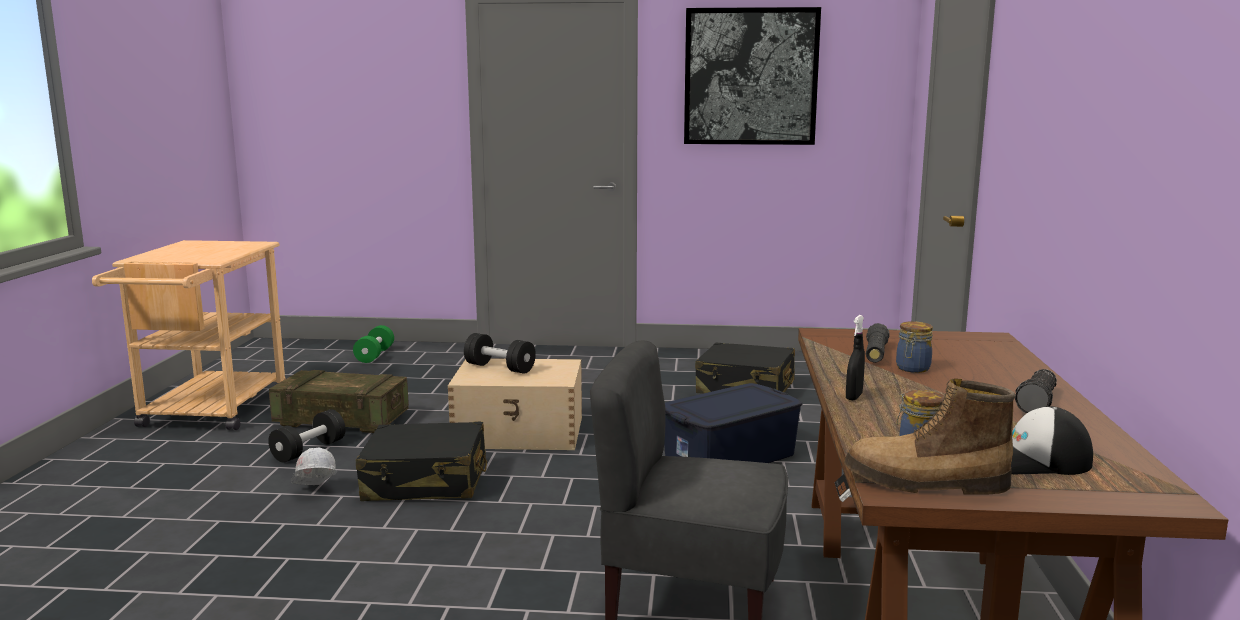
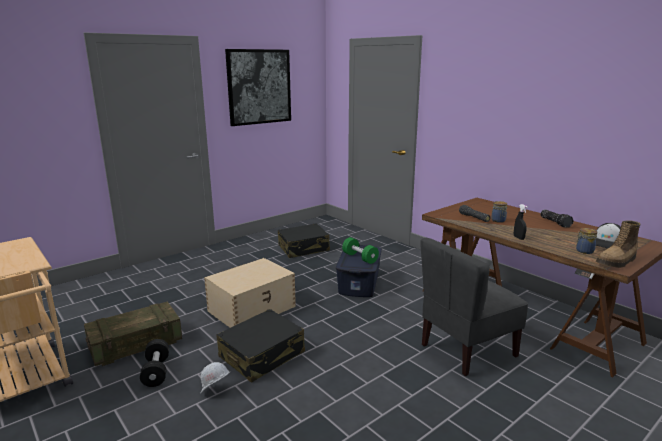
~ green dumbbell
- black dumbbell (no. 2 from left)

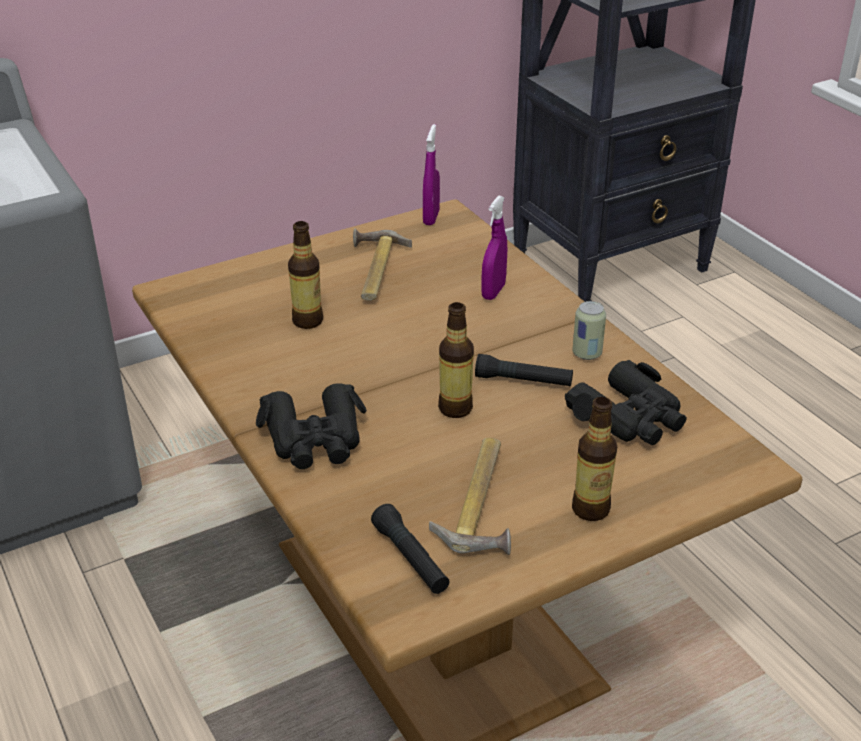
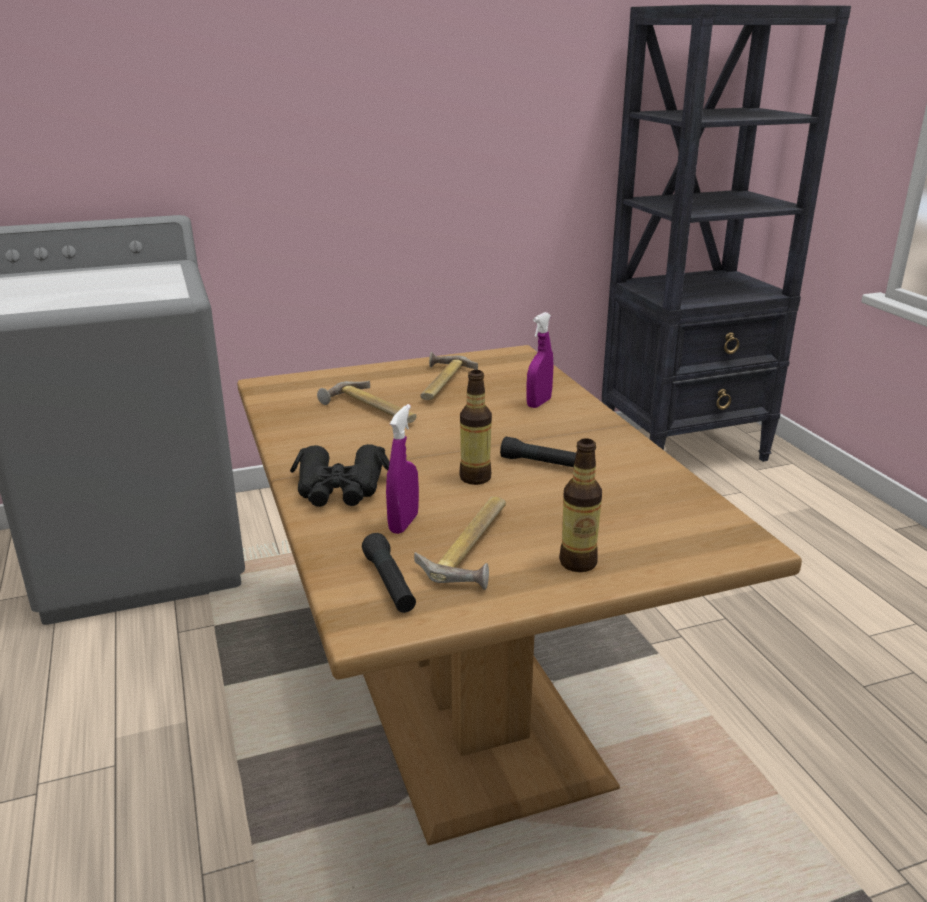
~ purple spray bottle (no. 1 from left)
~ bottle (no. 1 from left) to hammer (no. 1 from left)
- can
- black binoculars (no. 2 from left)

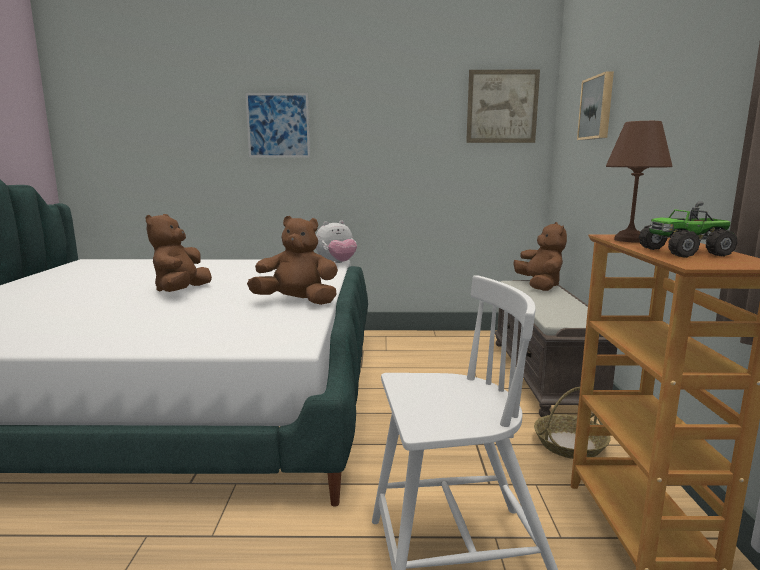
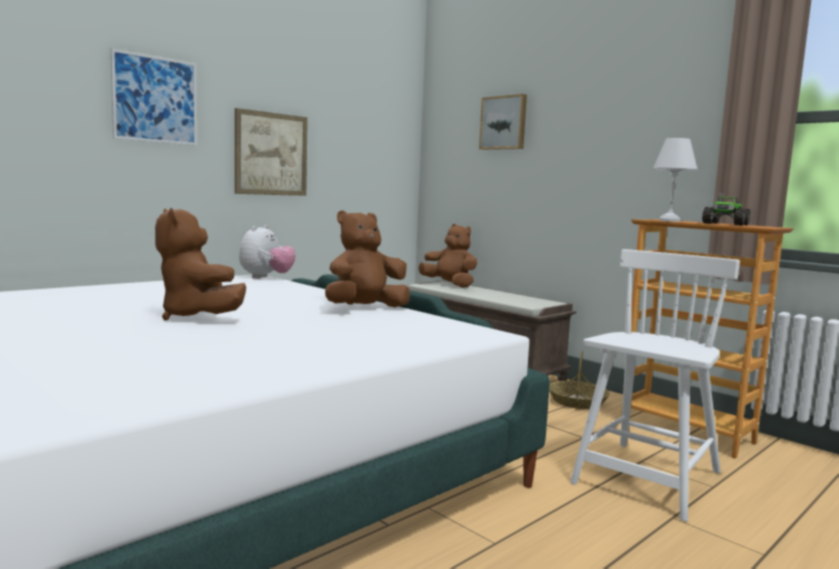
~ picture (no. 2 from left)
~ brown table lamp to white table lamp

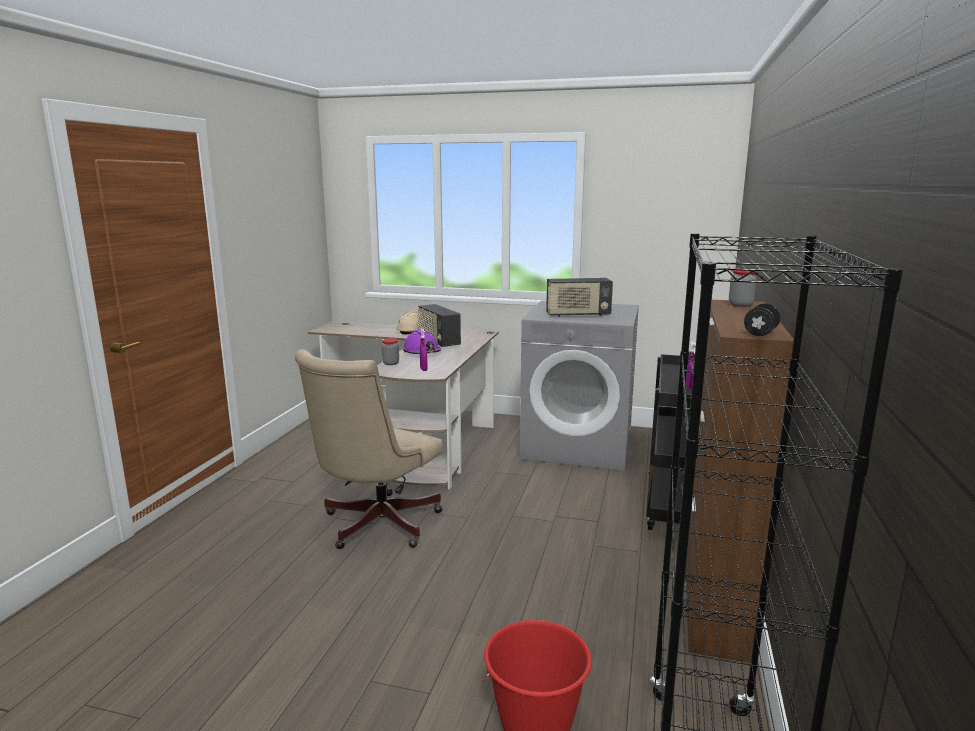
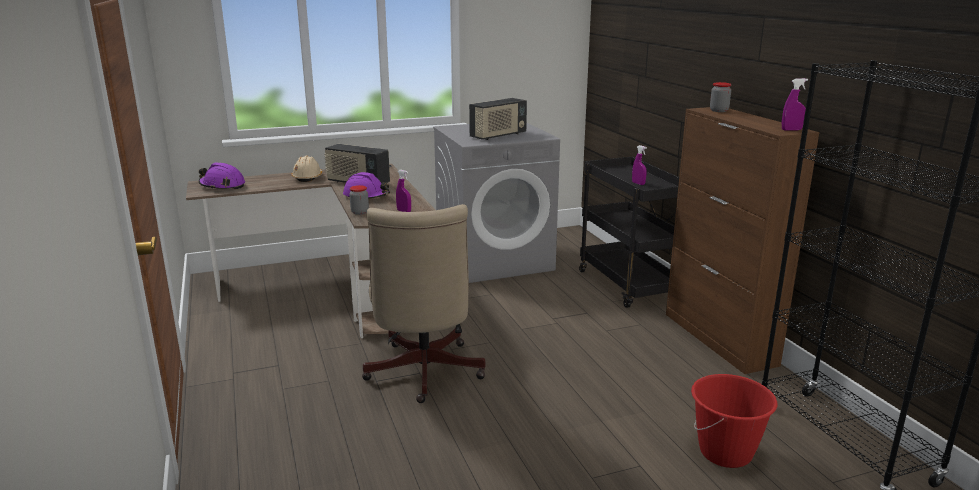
~ black dumbbell to purple spray bottle (no. 3 from left)
+ purple hard hat (no. 1 from left)

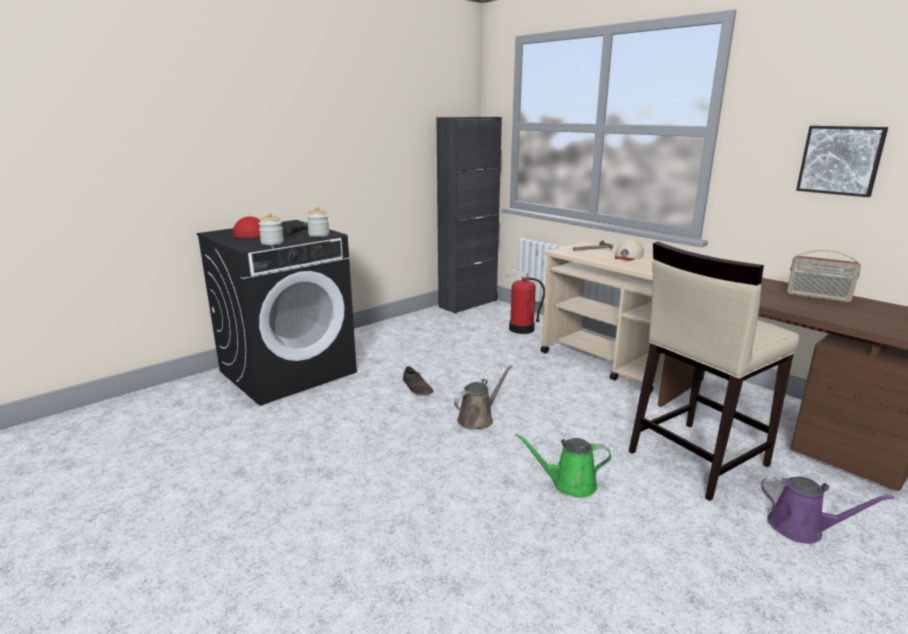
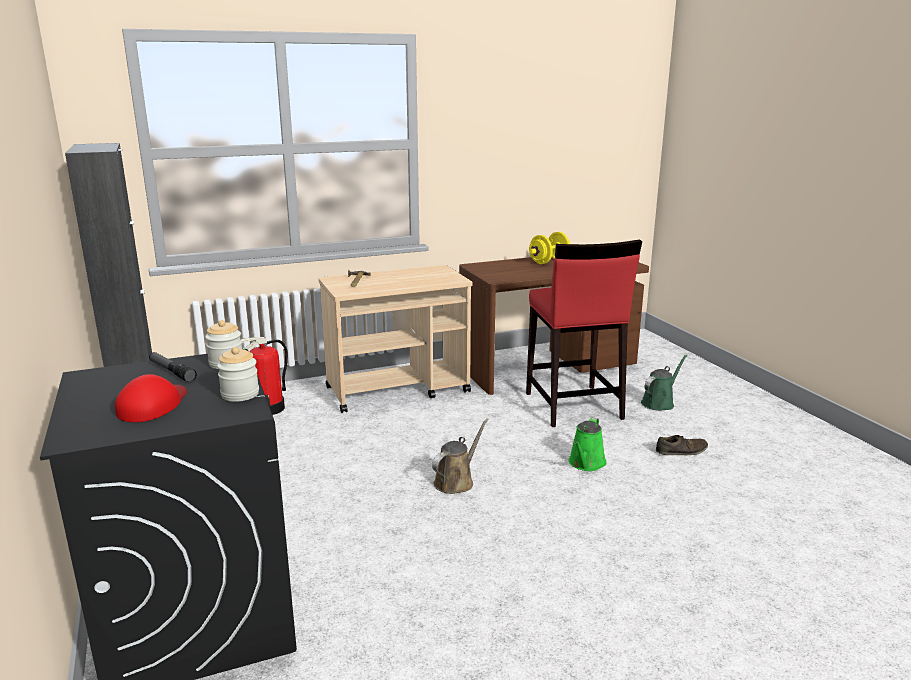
- picture
- beige cap
~ beige stool to red stool
~ radio to yellow dumbbell
~ brown watering can 60 degrees clockwise
~ brown shoe
~ purple watering can to green watering can (no. 2 from left)

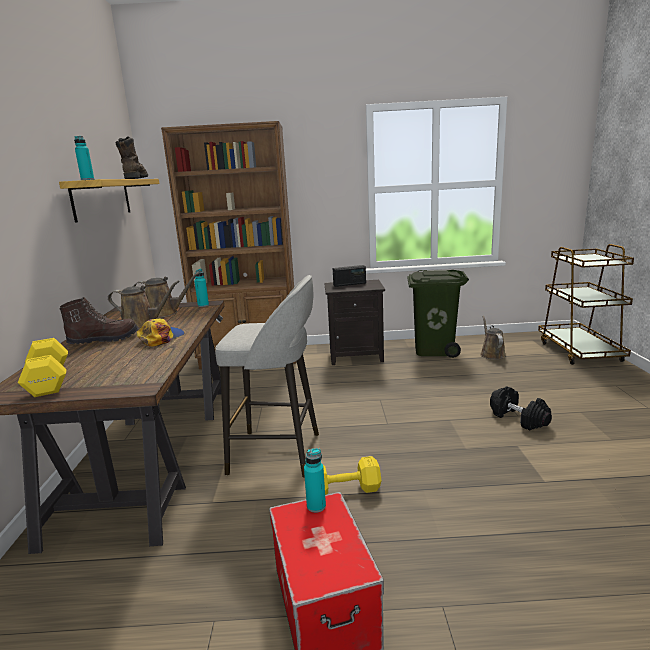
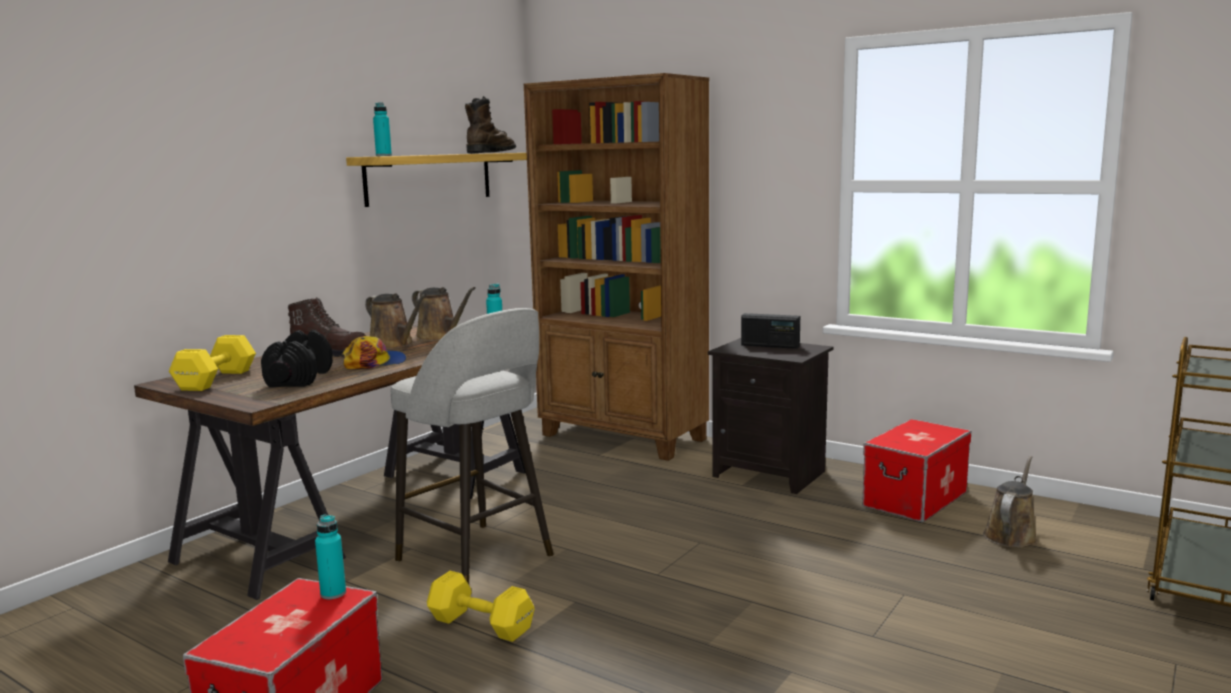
~ green trash can to storage box (no. 2 from left)
~ black dumbbell

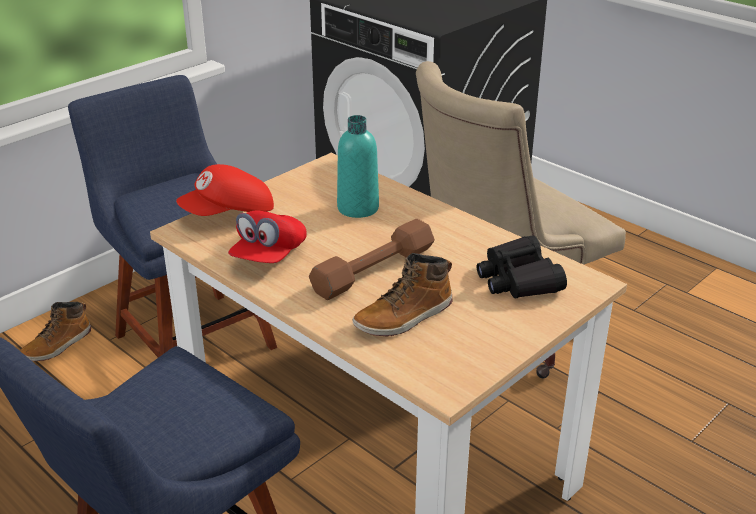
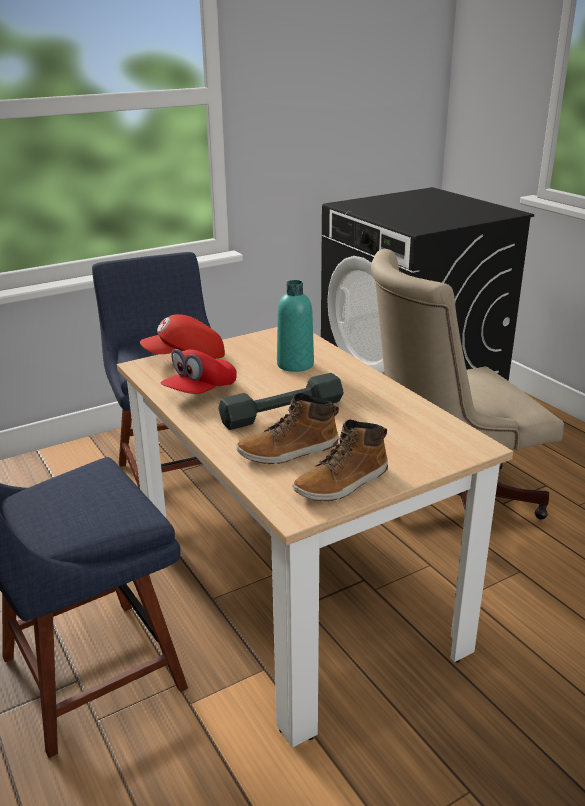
~ brown dumbbell to grey dumbbell
- black binoculars
~ boot (no. 1 from left in the first image) to boot (no. 2 from left)

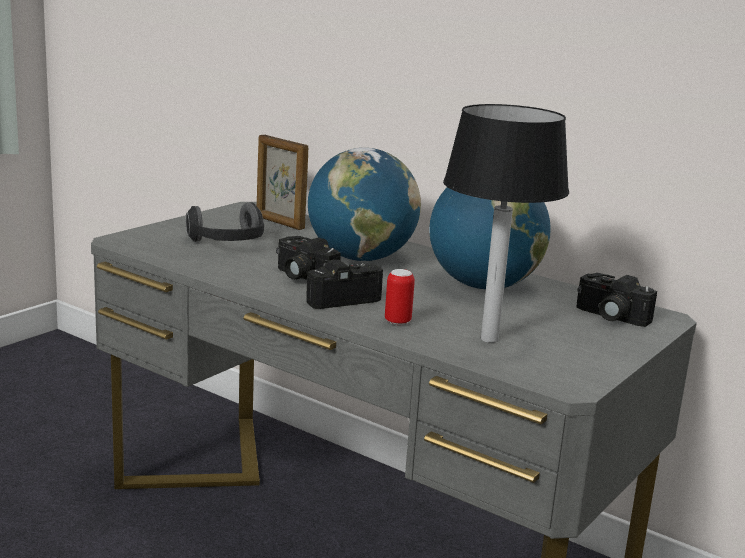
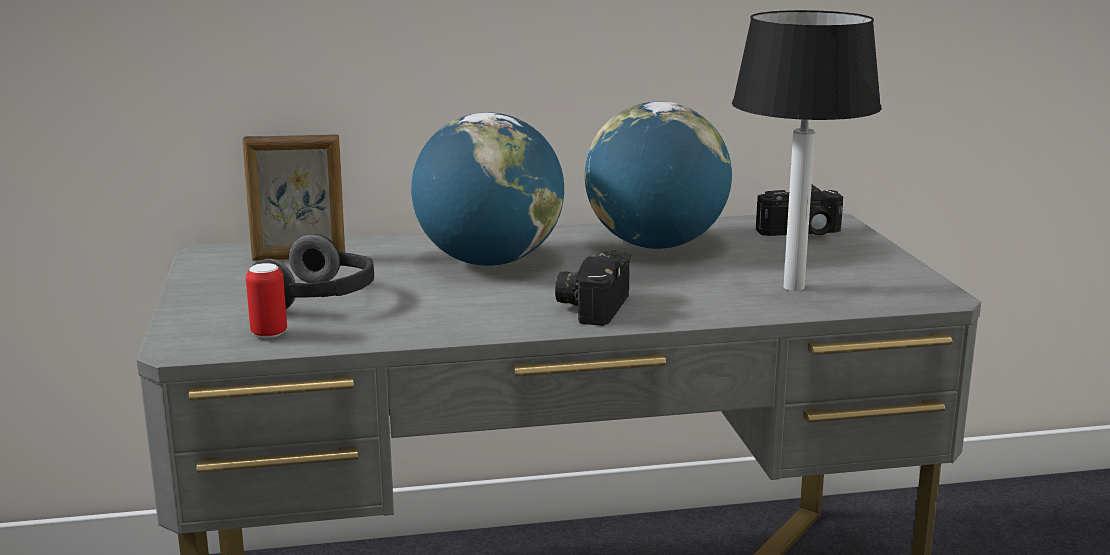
- photo camera (no. 1 from left)
~ can

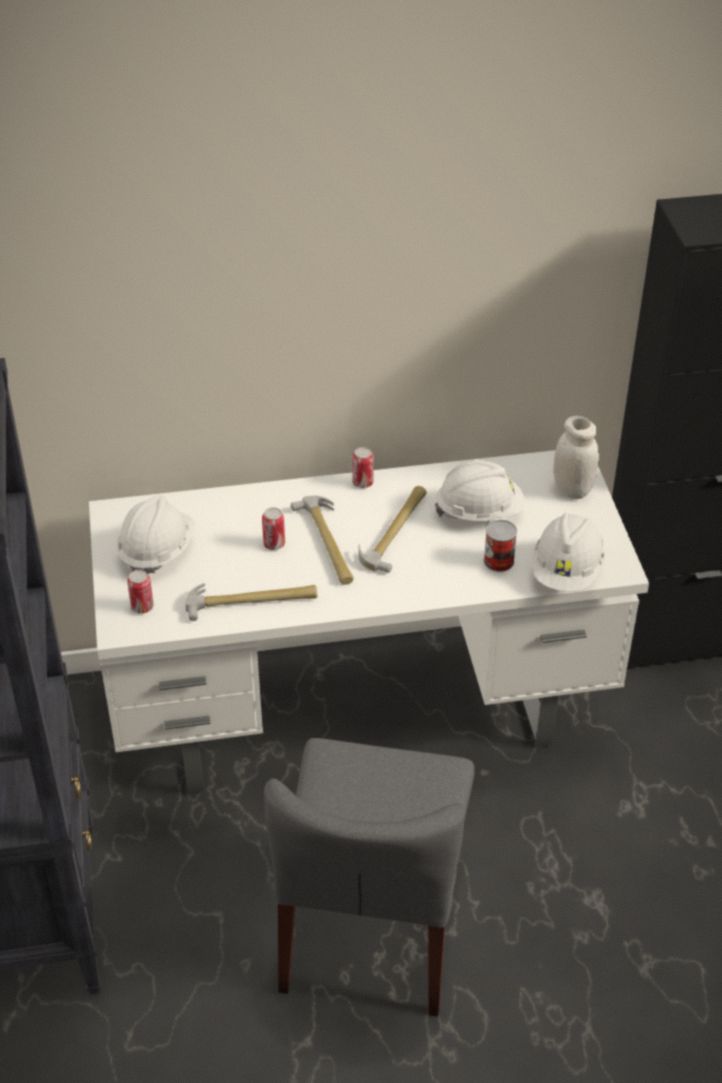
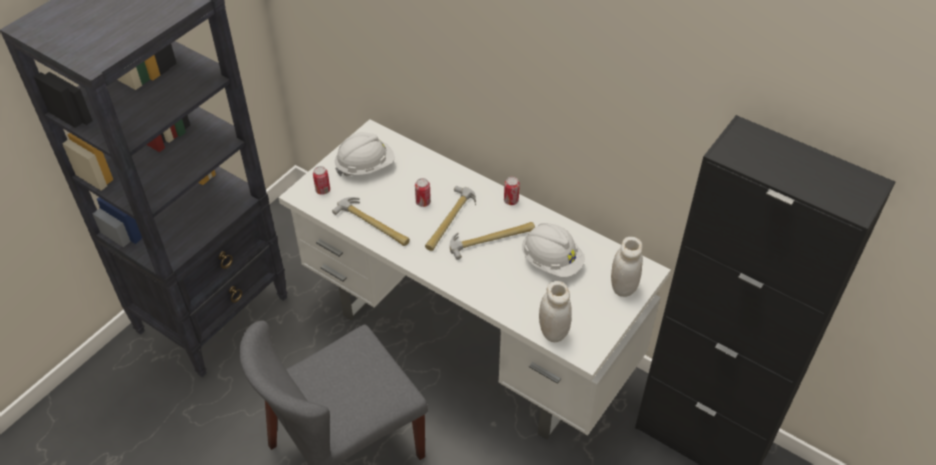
~ white hard hat (no. 3 from left) to white jar (no. 1 from left)
- can (no. 4 from left)

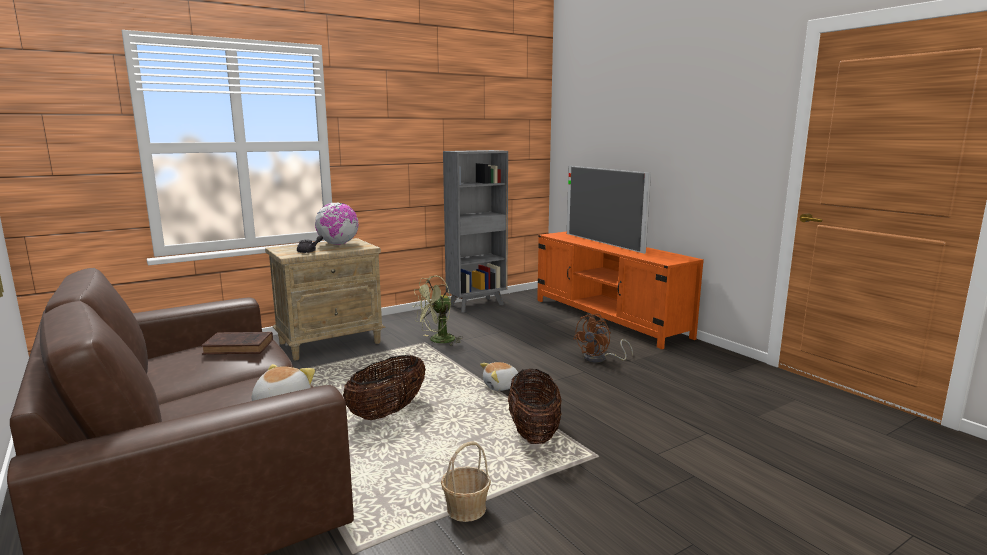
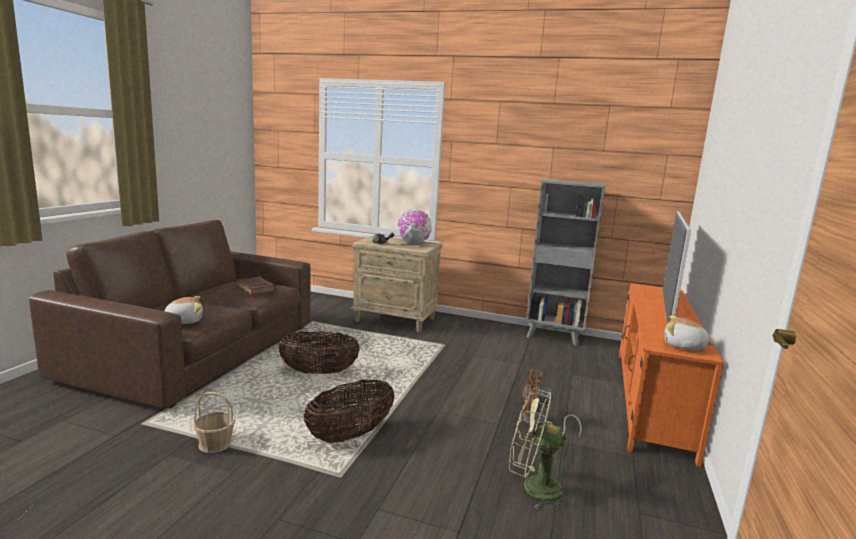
~ green fan
~ plush toy (no. 2 from left)

